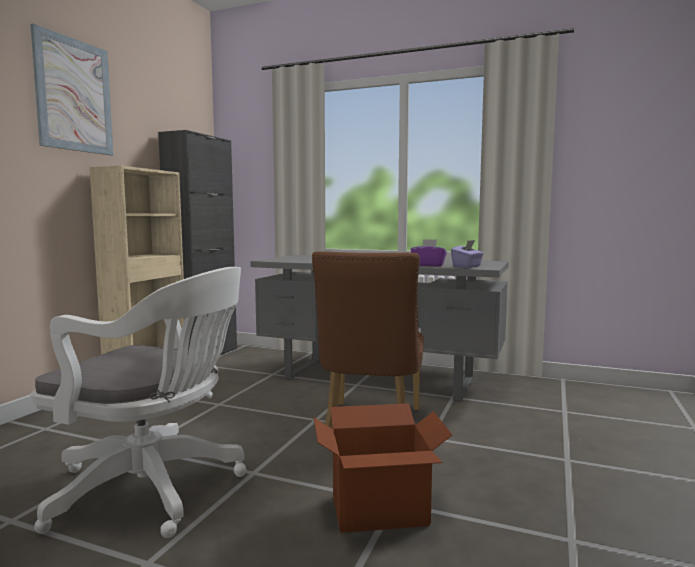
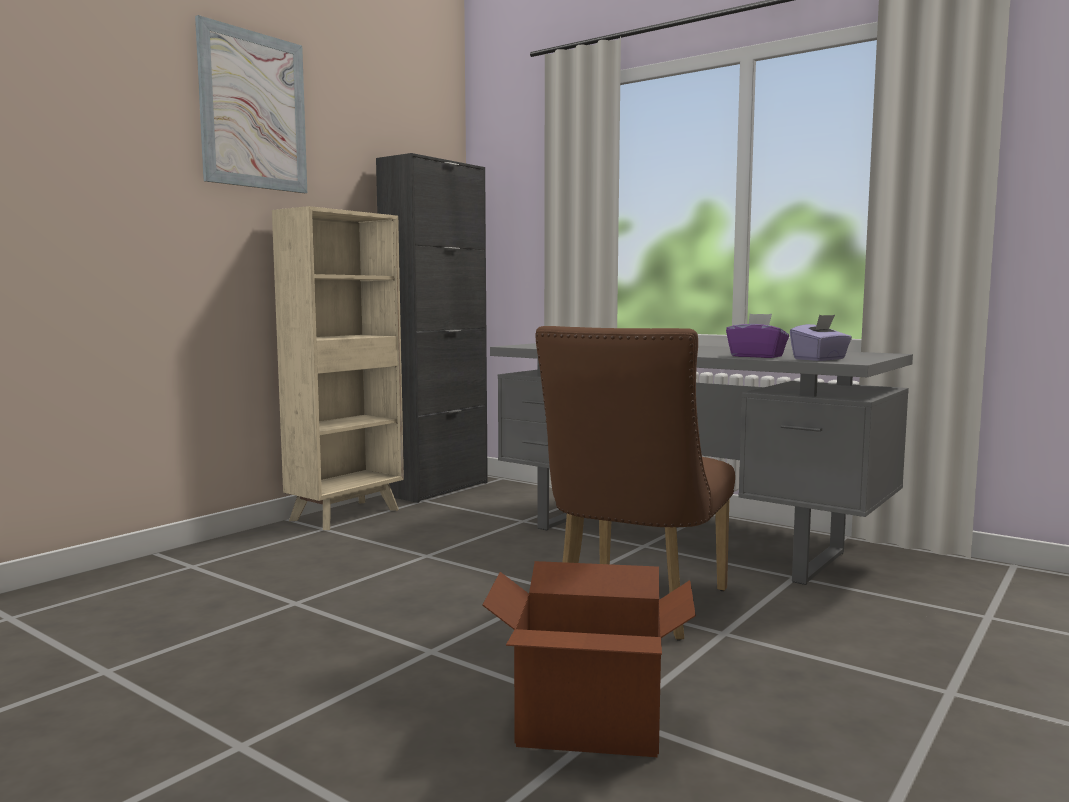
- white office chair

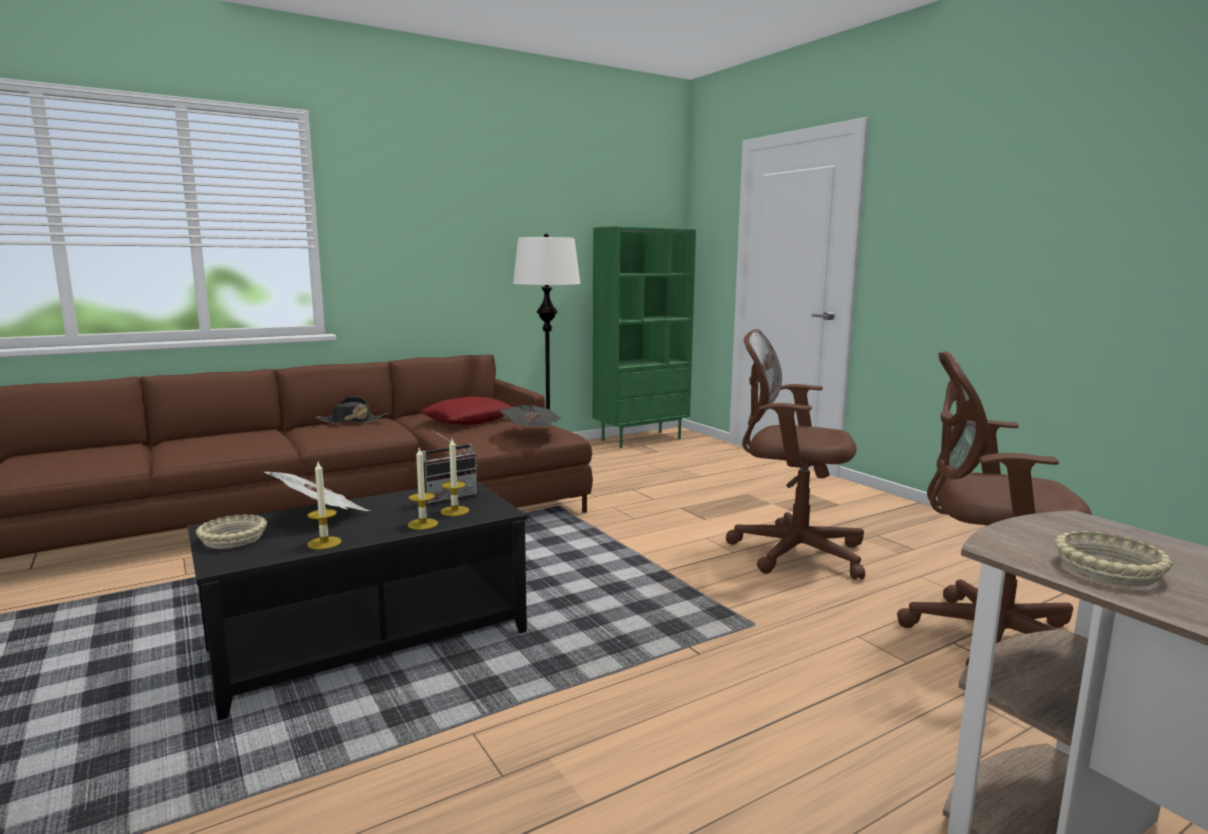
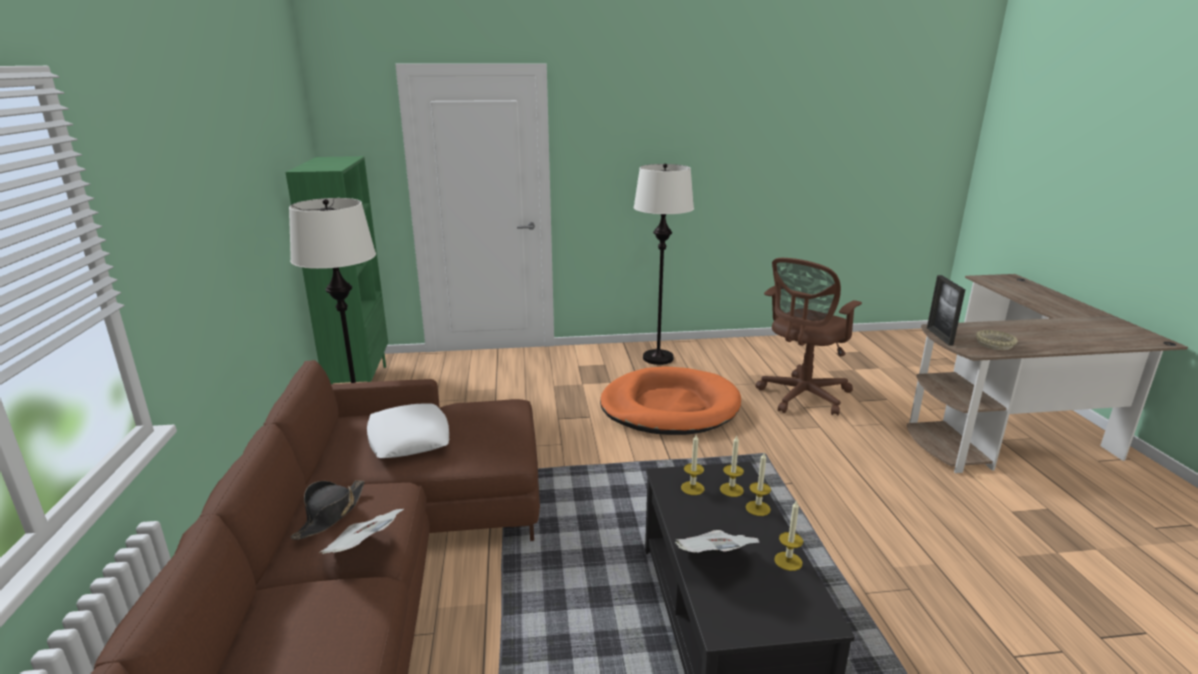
~ brown office chair (no. 1 from left) to orange dog bed
~ red pillow to white pillow
~ newspaper (no. 2 from left in the first image) to newspaper (no. 1 from left)
~ radio to candle (no. 1 from left)
- beige bowl (no. 1 from left)
+ white floor lamp (no. 2 from left)
+ picture frame

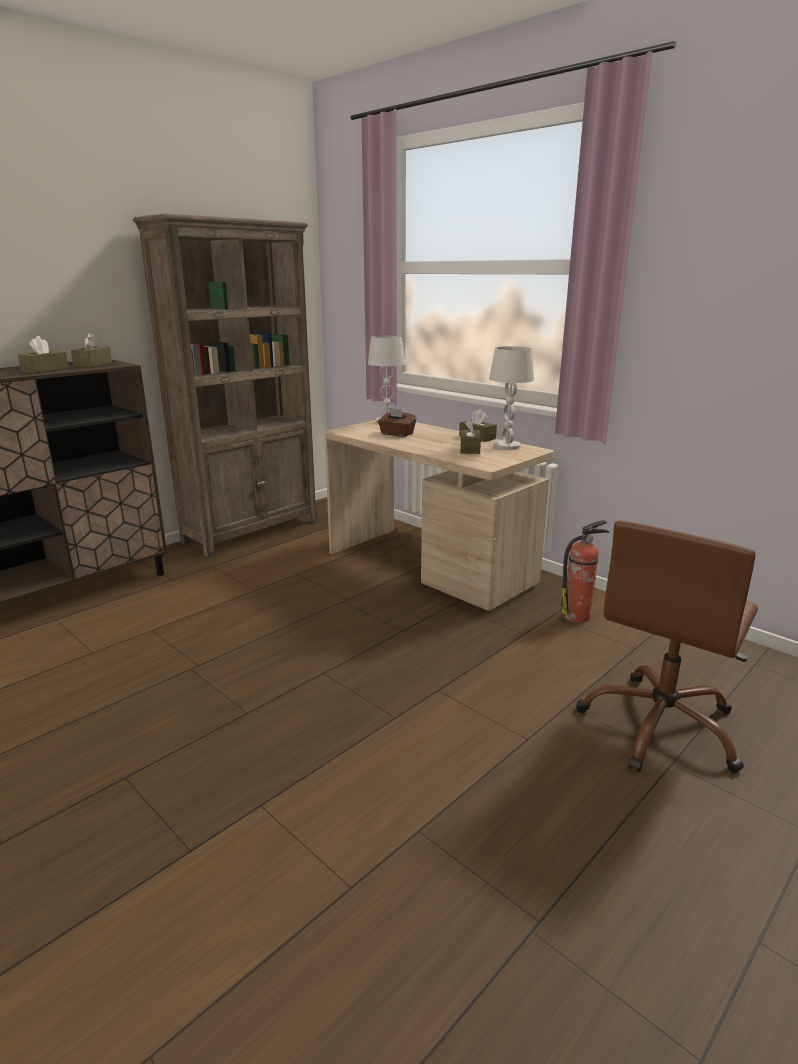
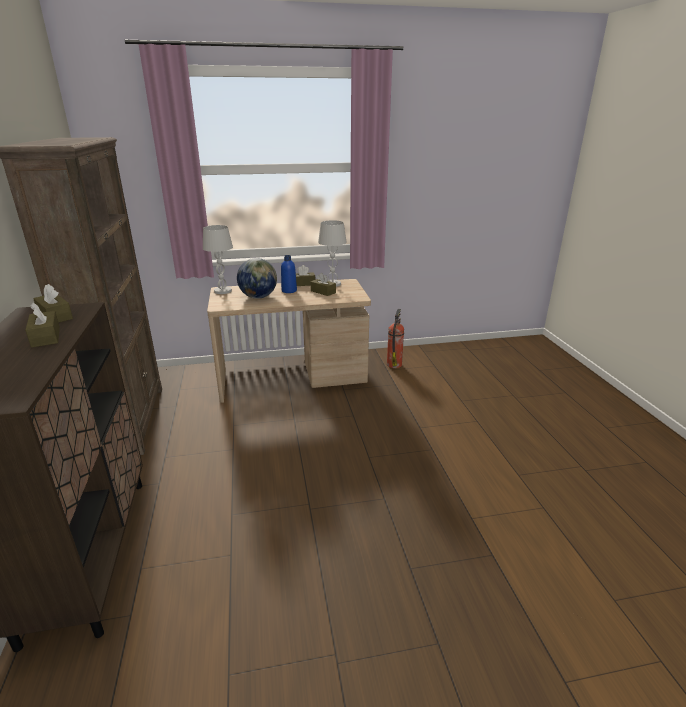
~ brown tissue box (no. 3 from left) to globe
- brown office chair
+ blue bottle

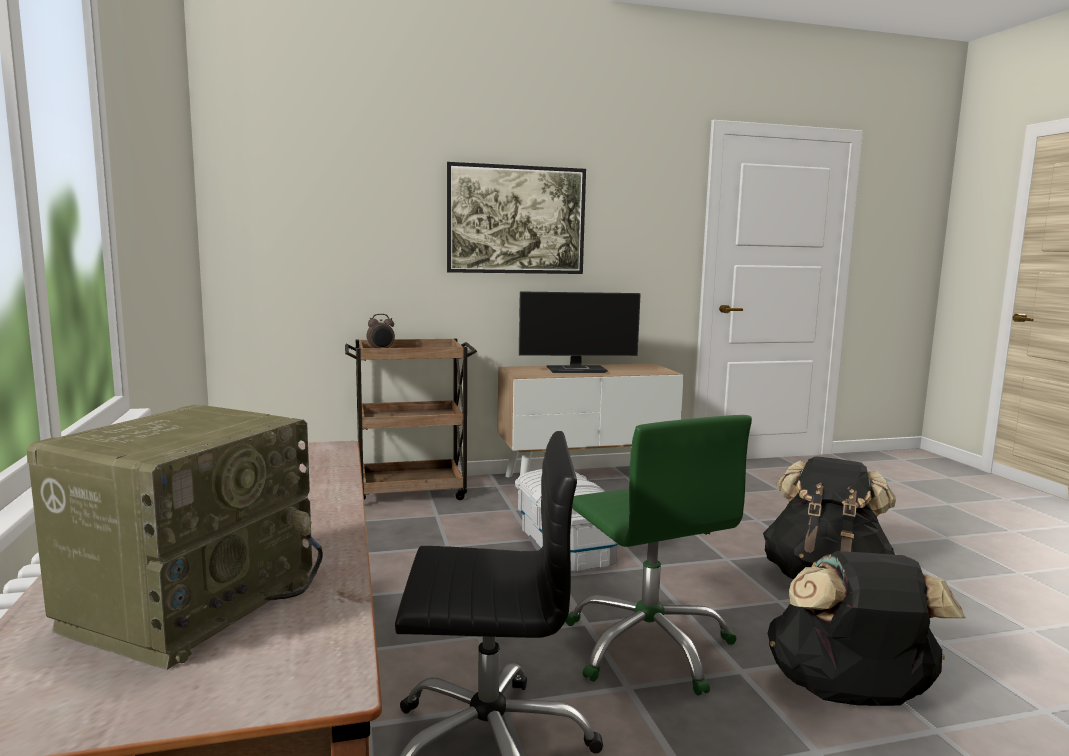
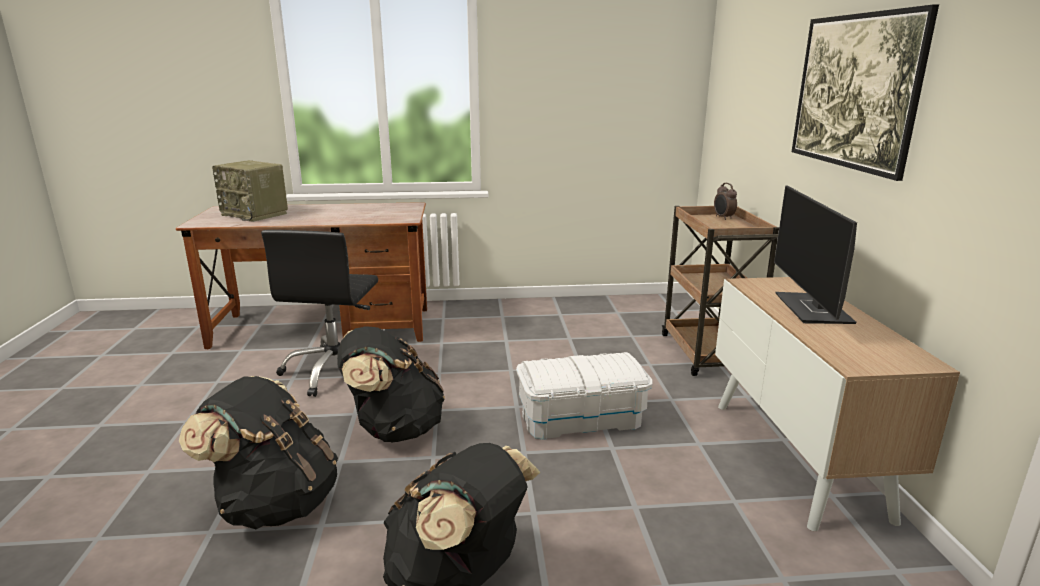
~ green office chair to black backpack (no. 2 from left)

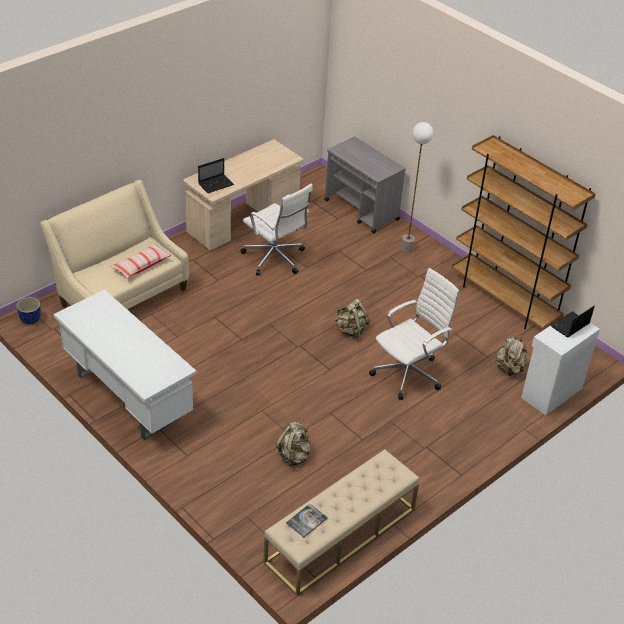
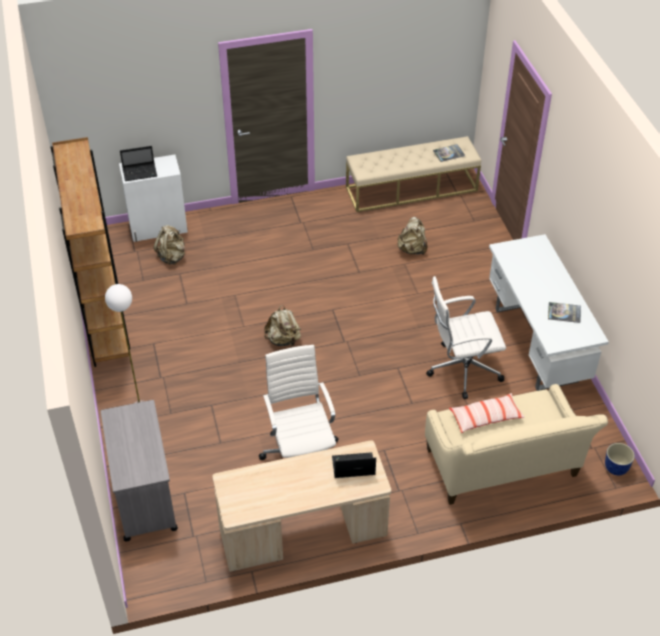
~ white office chair (no. 2 from left)
+ book (no. 2 from left)

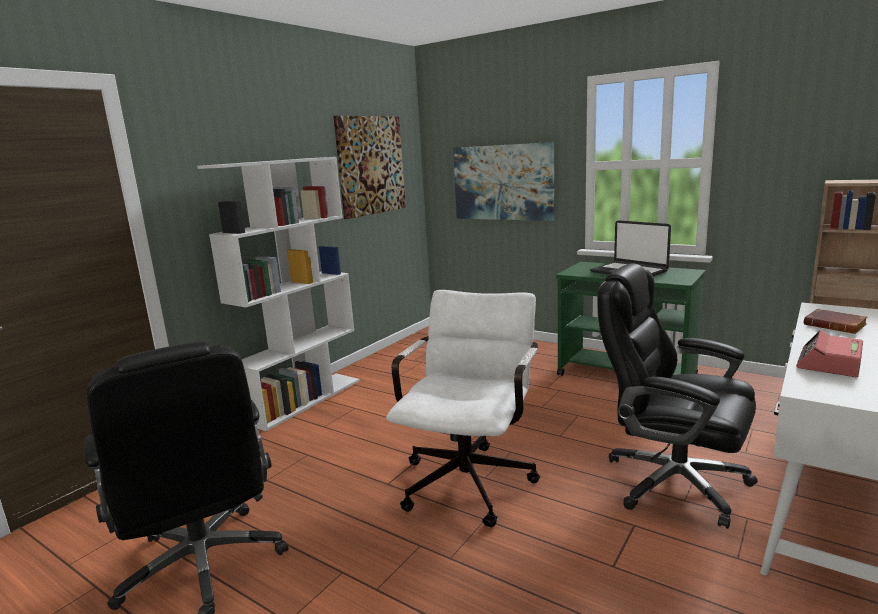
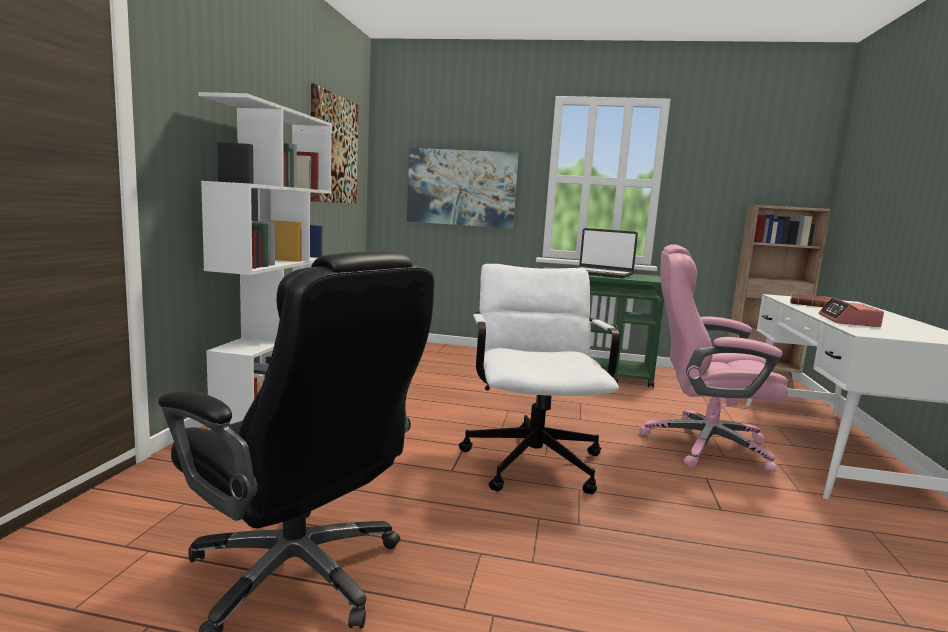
~ black office chair (no. 2 from left) to pink office chair

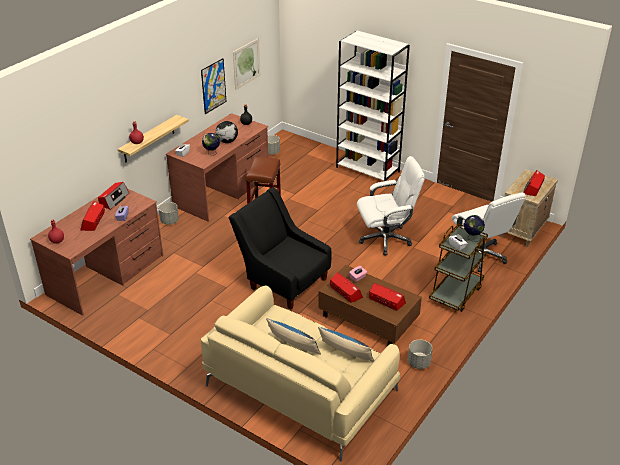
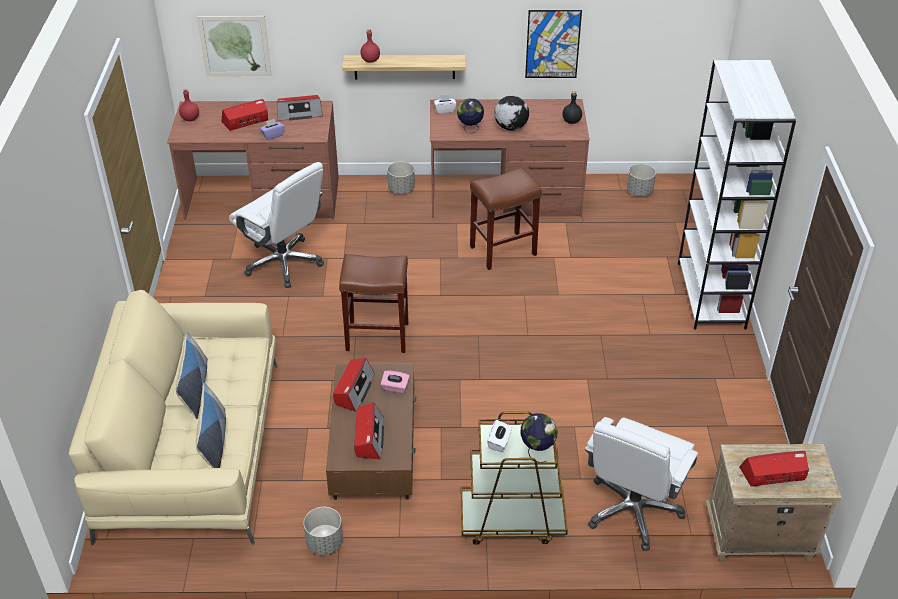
~ picture (no. 2 from left in the first image) to picture (no. 1 from left)
~ white office chair (no. 1 from left)
~ black armchair to brown stool (no. 1 from left)

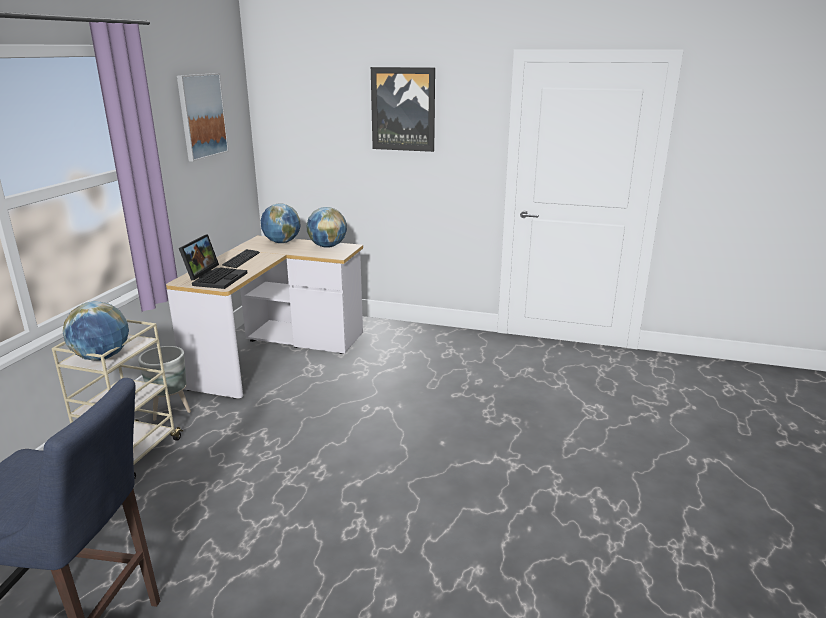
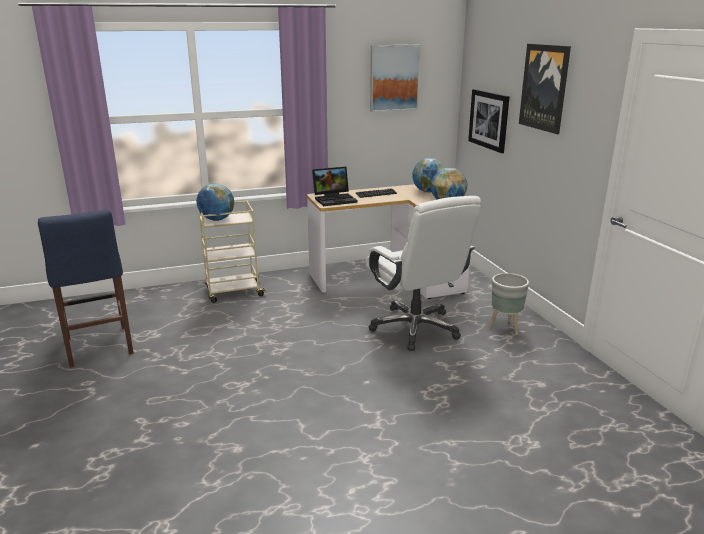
~ grey planter
+ picture (no. 2 from left)
+ white office chair

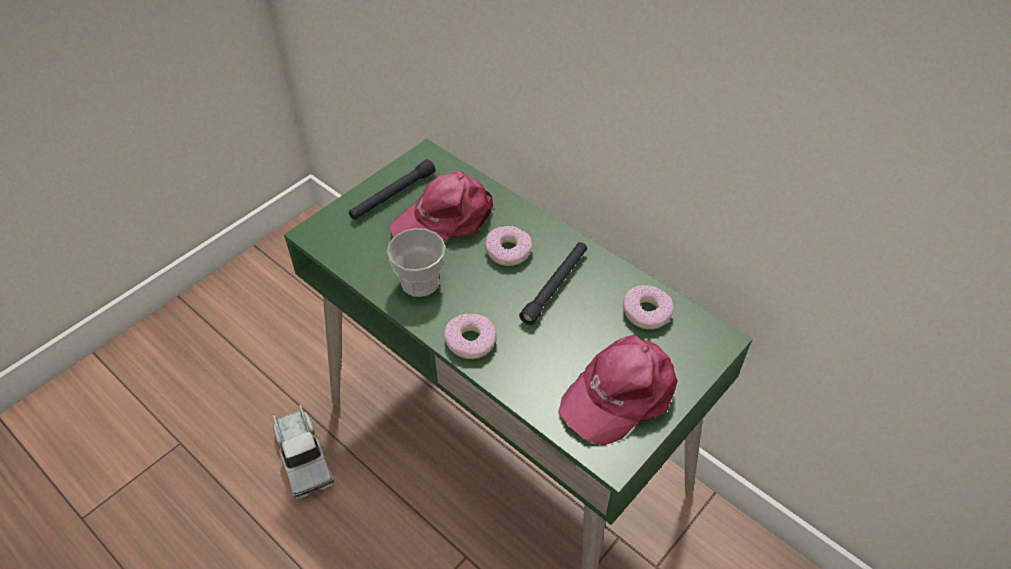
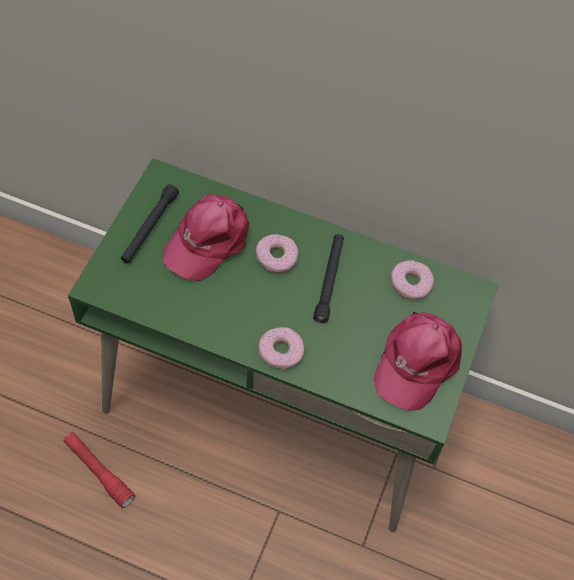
- cup
~ toy truck to red flashlight

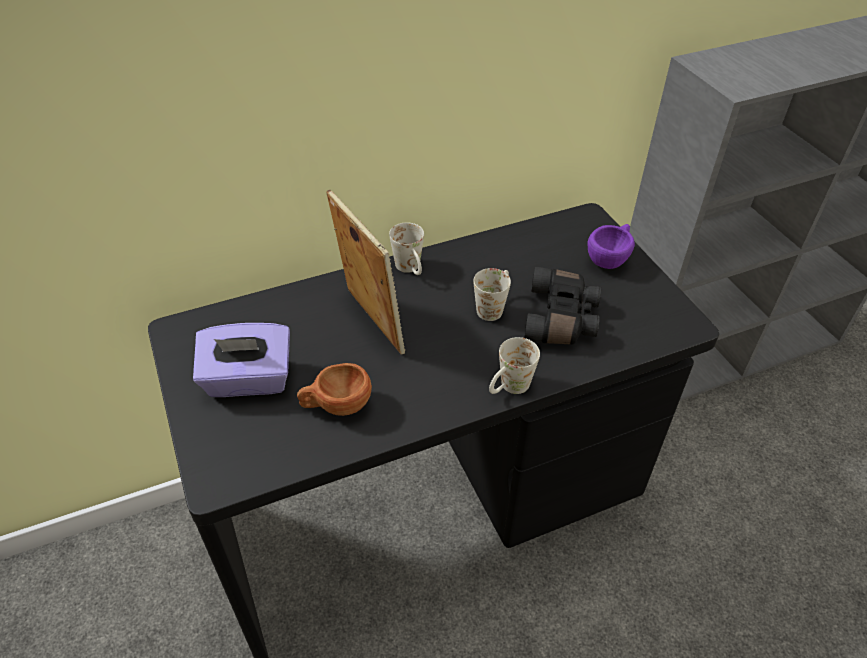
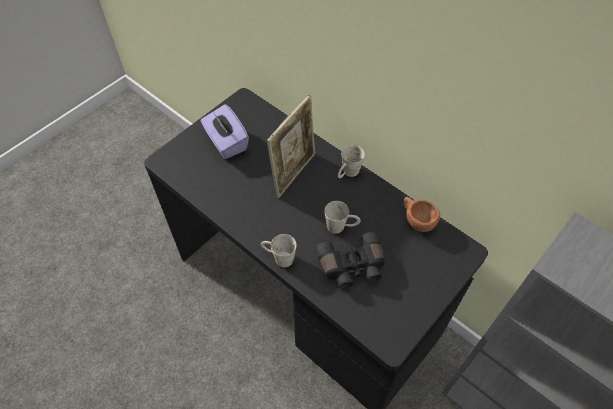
- purple cup
~ brown cup

